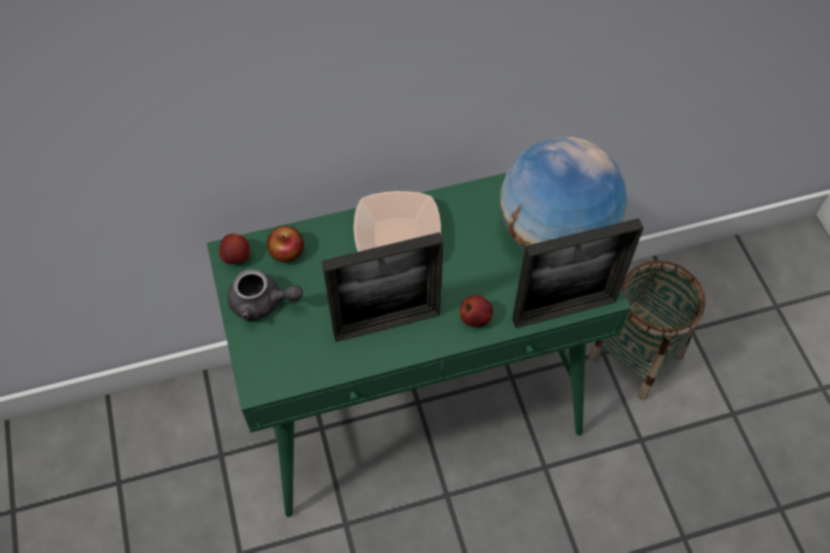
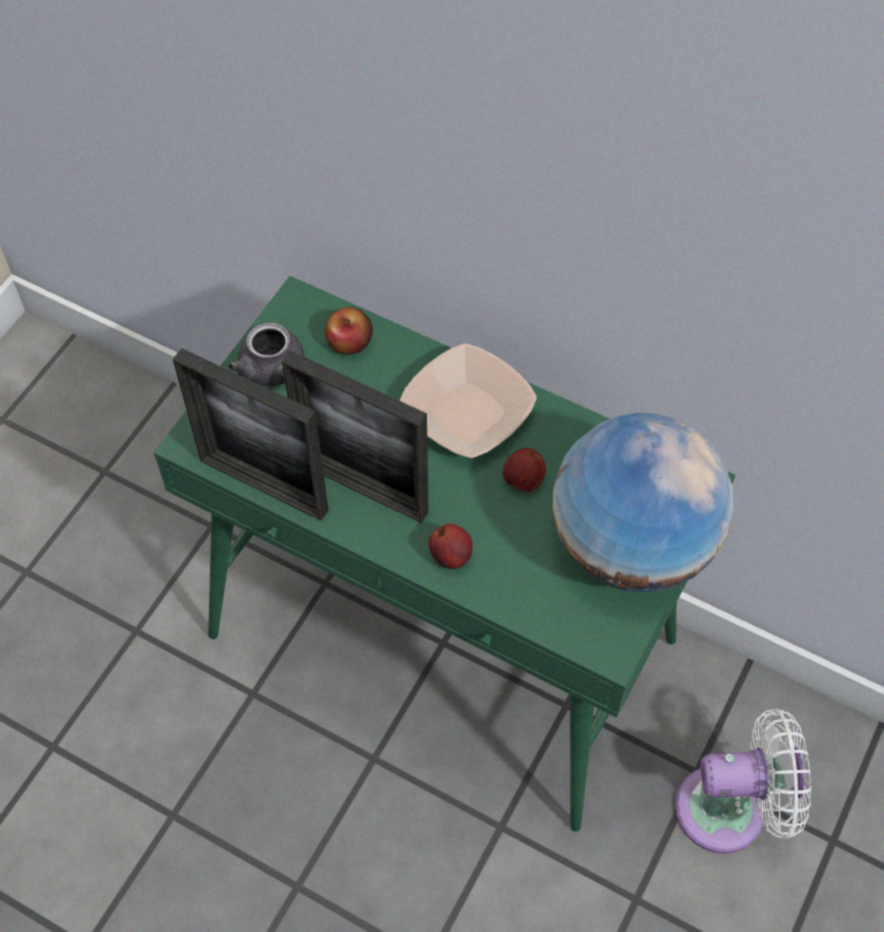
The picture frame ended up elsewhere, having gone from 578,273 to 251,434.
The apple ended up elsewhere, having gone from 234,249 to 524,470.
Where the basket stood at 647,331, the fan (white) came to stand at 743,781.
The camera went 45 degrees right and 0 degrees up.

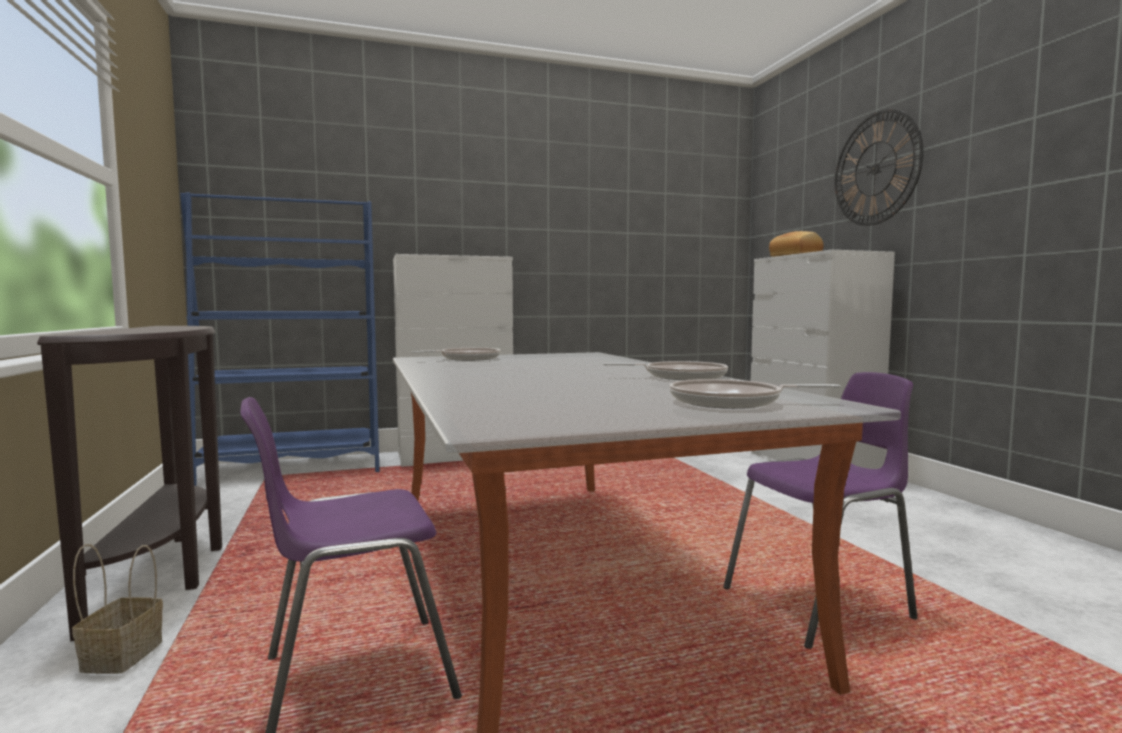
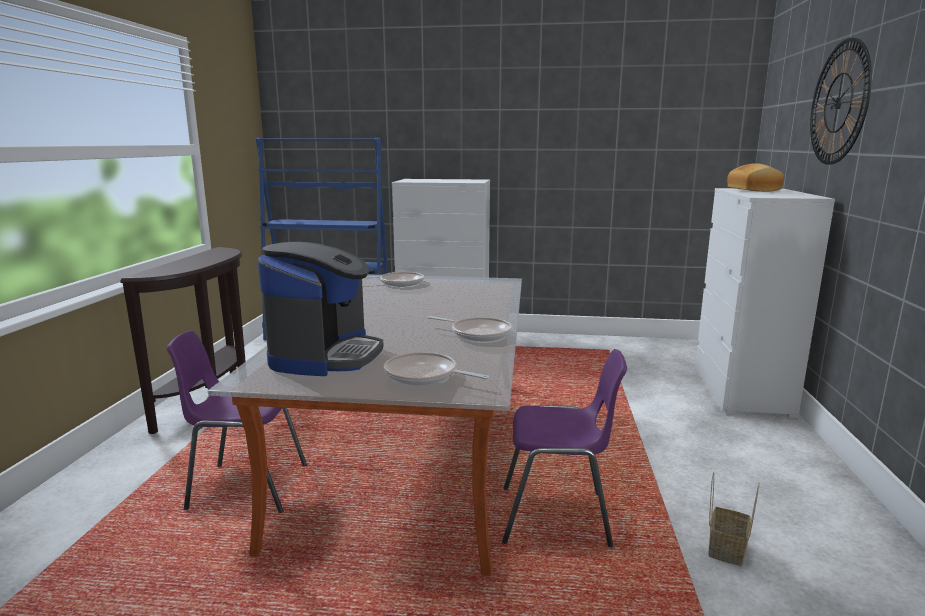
The basket ended up elsewhere, having gone from 117,609 to 734,519.
The second view gained the coffee machine at 320,309.
The camera went 25 degrees right and 10 degrees up.

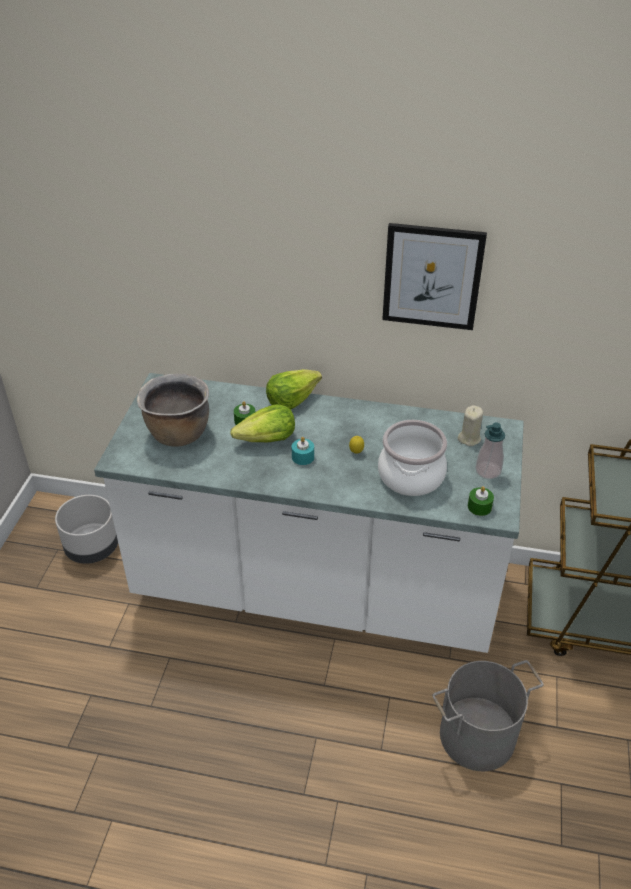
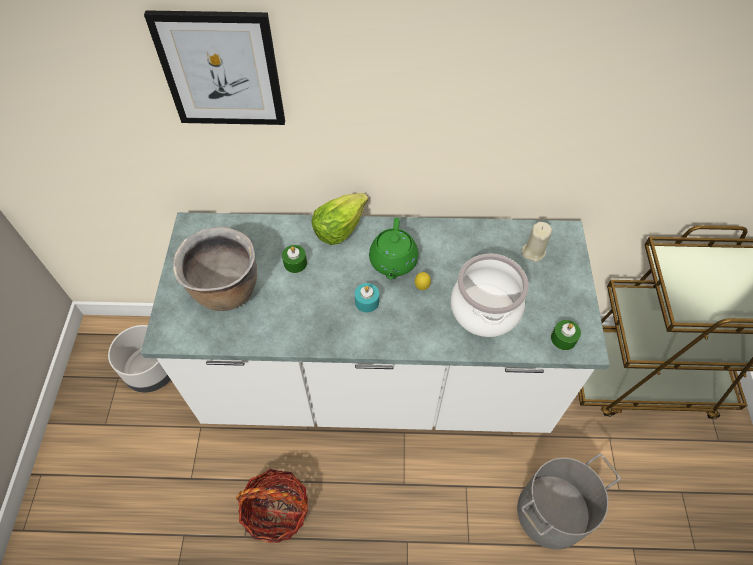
The picture ended up elsewhere, having gone from 434,276 to 214,67.
The second view lost the lettuce at 262,423.
The second view lost the soap dispenser at 490,451.
The second view gained the teapot (green) at 394,248.
The second view gained the basket at 272,506.
The camera went 10 degrees left and 15 degrees up.

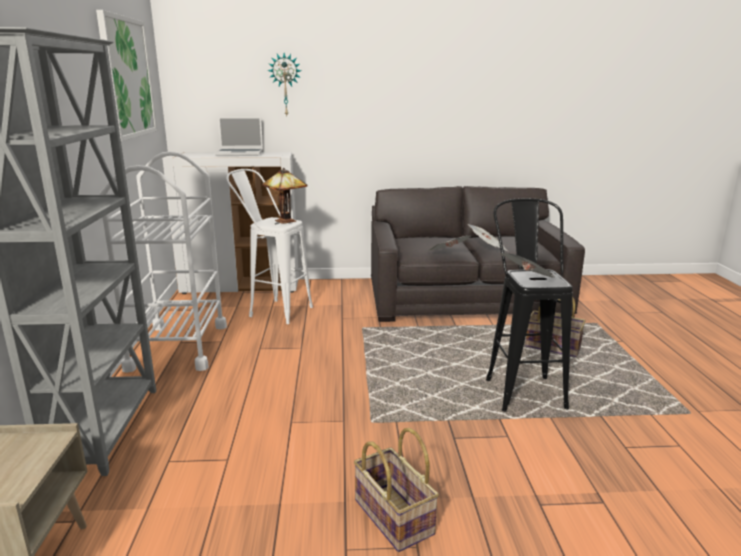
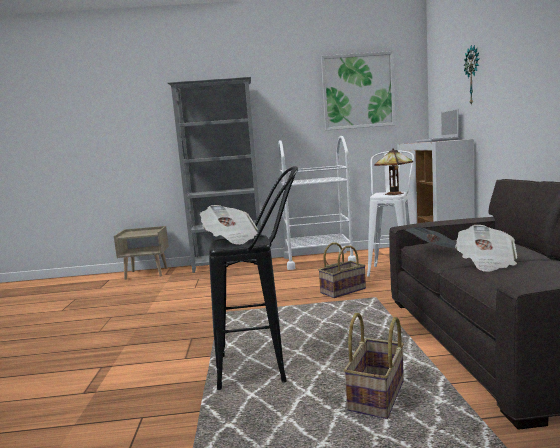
The basket ended up elsewhere, having gone from 396,490 to 342,270.
The camera went 90 degrees right and 10 degrees down.

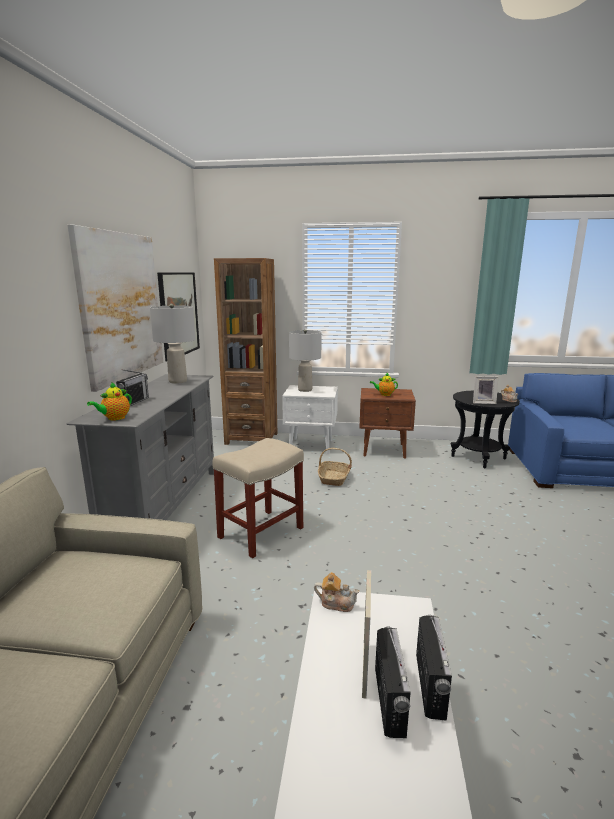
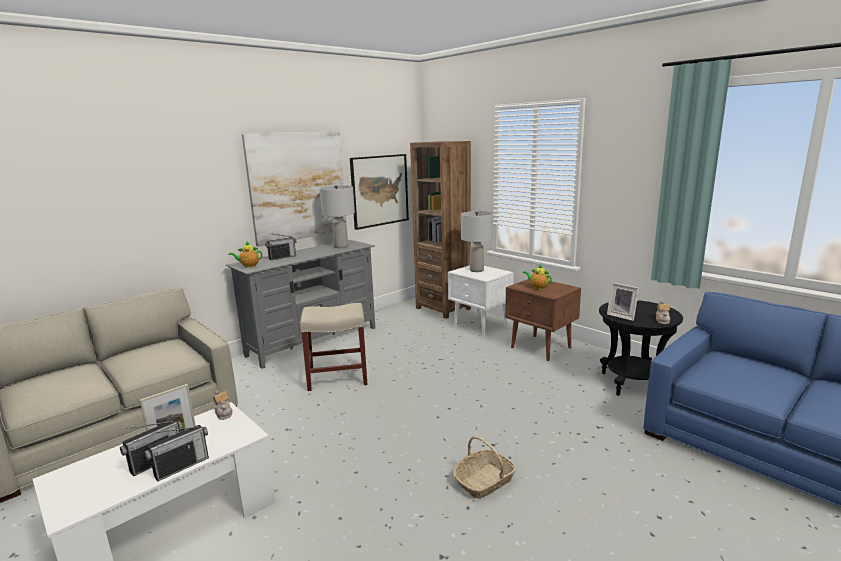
The basket ended up elsewhere, having gone from 335,467 to 484,467.
The camera went 40 degrees right and 0 degrees up.

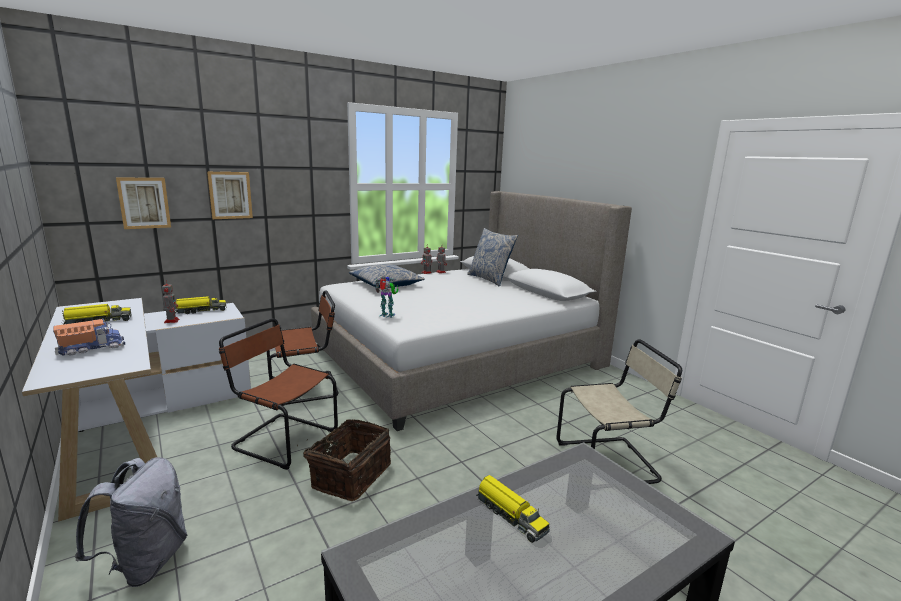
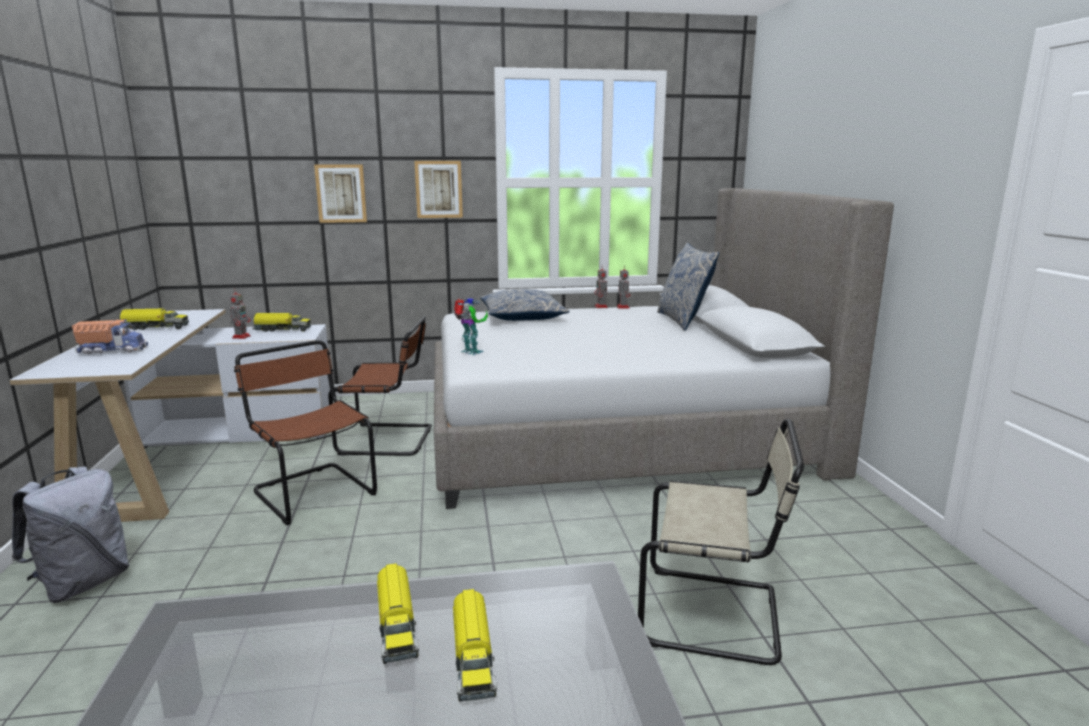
The picture ended up elsewhere, having gone from 143,203 to 438,189.
The second view lost the basket at 344,460.
The second view gained the toy truck at 475,645.
The camera went 25 degrees right and 0 degrees up.

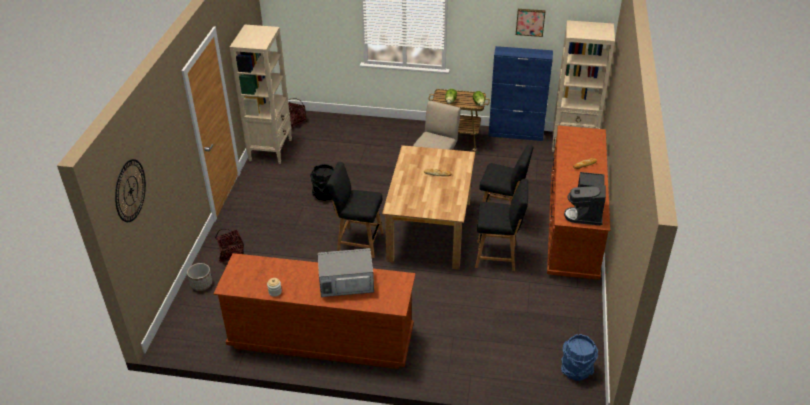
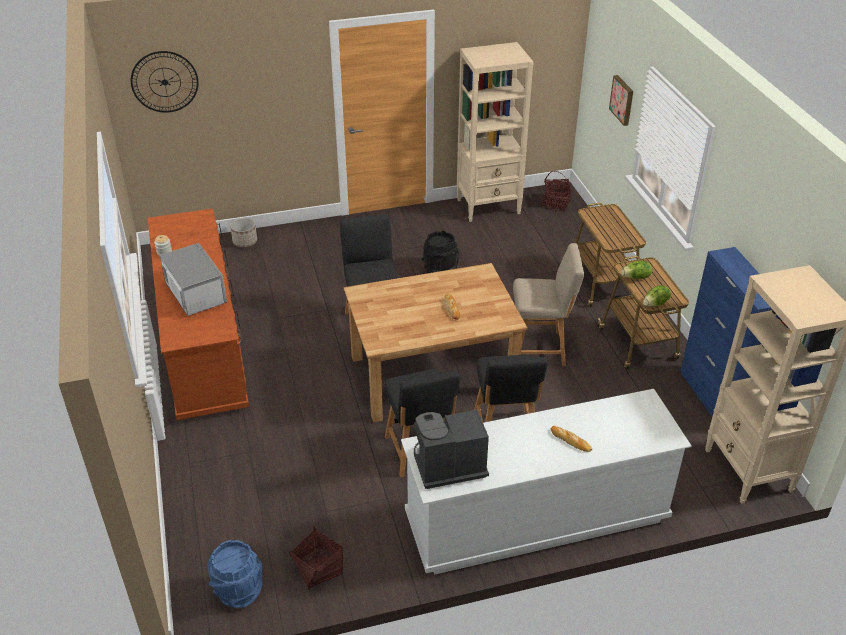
The picture ended up elsewhere, having gone from 531,23 to 621,100.
What was the dresser (brown) at 578,202 turned into the dresser (white) at 546,482.
The basket ended up elsewhere, having gone from 229,246 to 316,558.
The second view gained the cart at 610,255.
The camera went 65 degrees right and 0 degrees up.

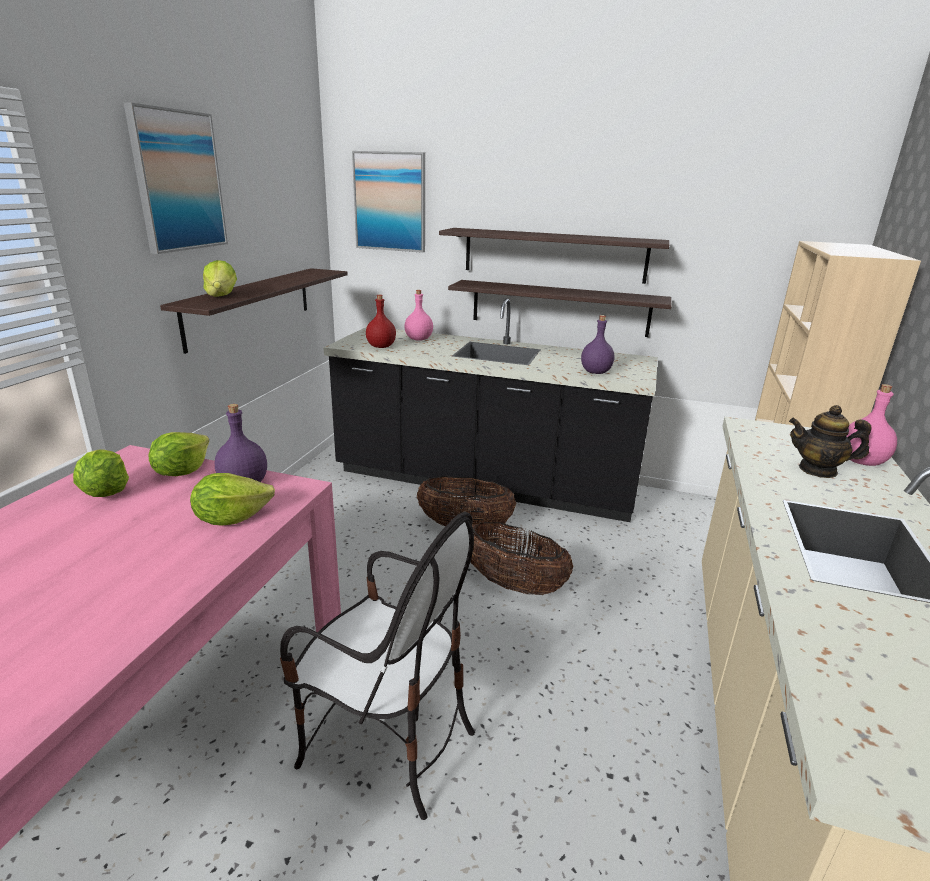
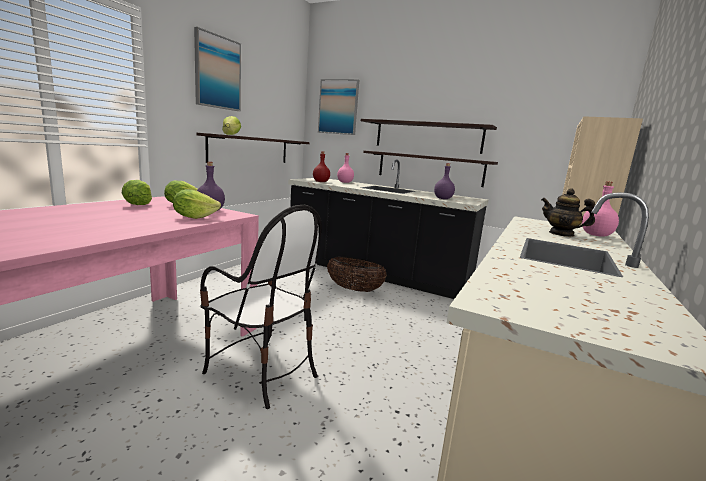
The second view lost the basket at 521,558.
The camera went 10 degrees right and 10 degrees down.

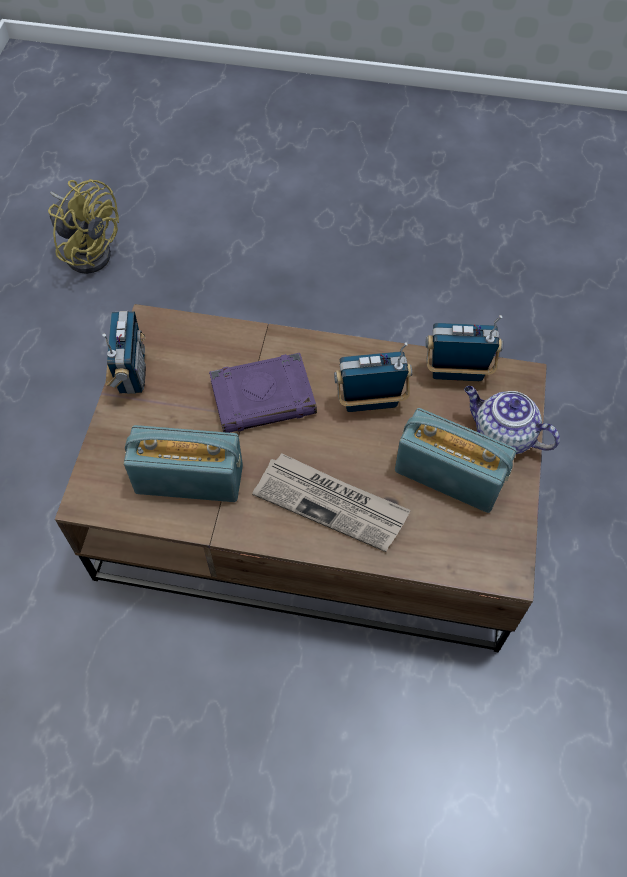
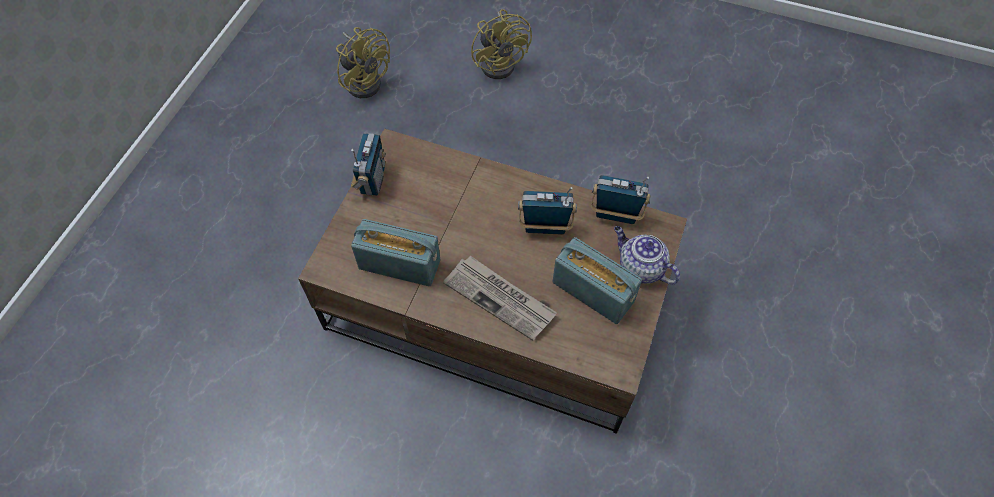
The second view lost the book (purple) at 263,393.
The second view gained the fan (yellow) at 501,44.
The camera went 10 degrees right and 0 degrees up.

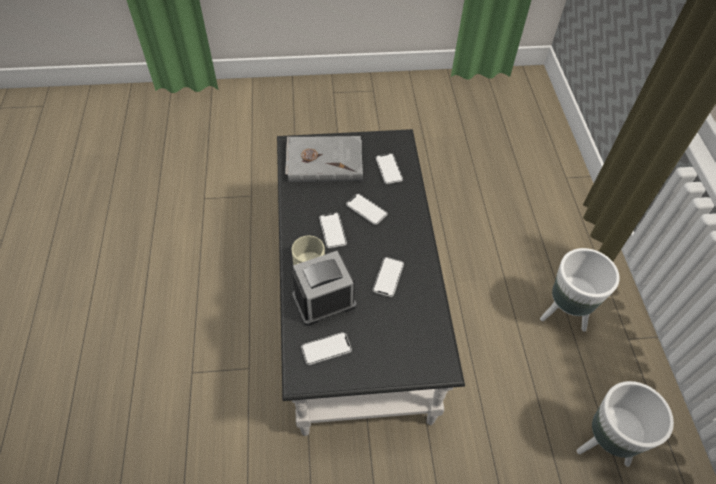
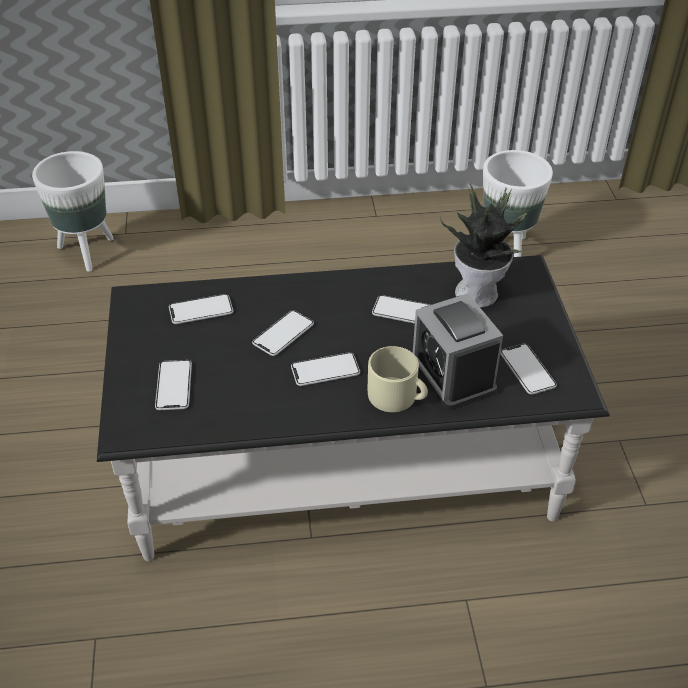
Where the book (grey) stood at 324,159, the phone came to stand at 173,385.
The planter (white) ended up elsewhere, having gone from 580,290 to 73,211.
The second view gained the potted plant at 483,246.
The camera went 90 degrees left and 10 degrees down.

